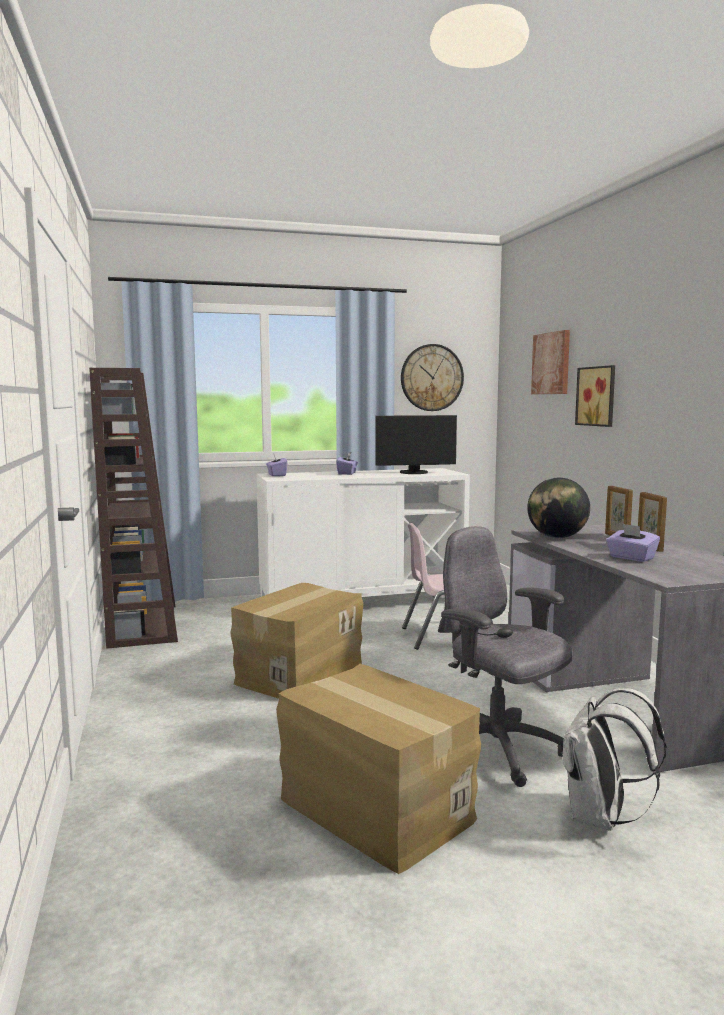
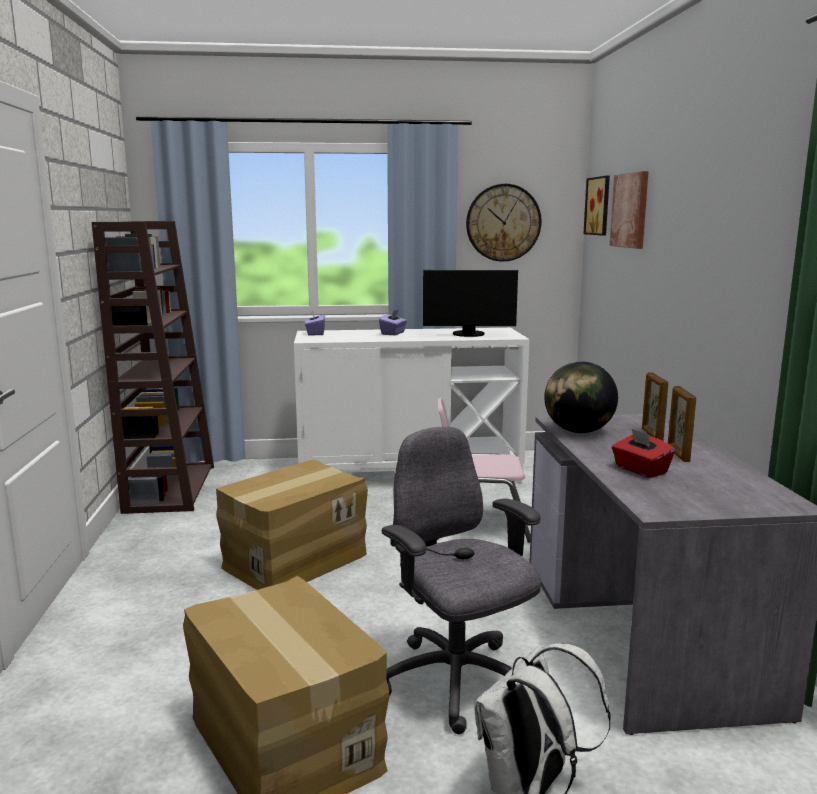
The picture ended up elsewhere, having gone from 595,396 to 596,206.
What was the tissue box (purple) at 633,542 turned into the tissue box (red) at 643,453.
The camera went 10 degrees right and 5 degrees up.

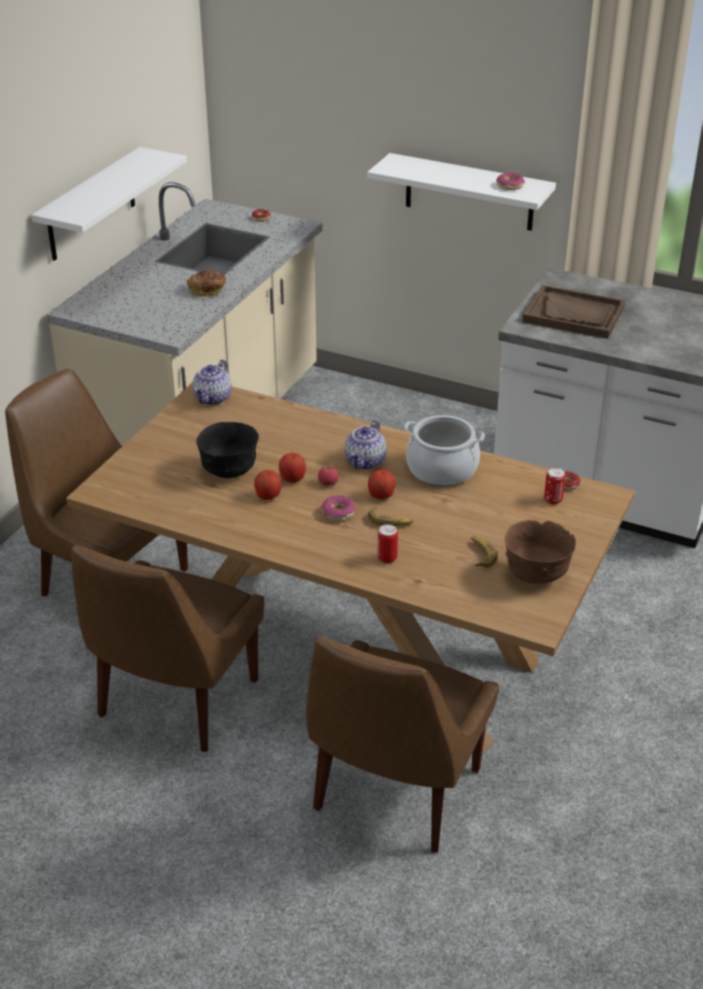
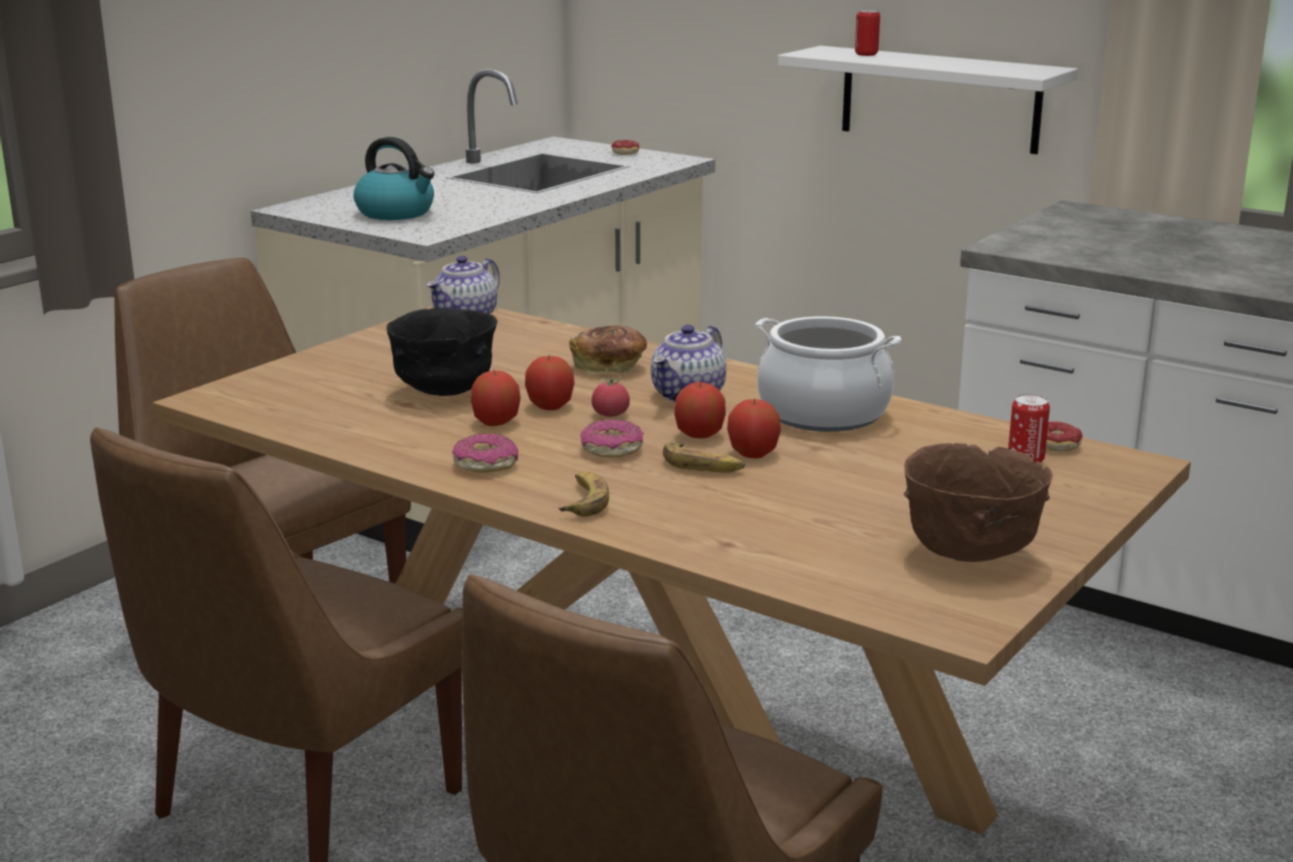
The second view lost the shelf (white) at 109,204.
The donut ended up elsewhere, having gone from 510,181 to 485,453.
The bread ended up elsewhere, having gone from 206,284 to 608,349.
The second view lost the tray (brown) at 573,312.
The can ended up elsewhere, having gone from 388,543 to 867,33.
The banana ended up elsewhere, having gone from 484,551 to 584,494.
The second view gained the kettle at 394,178.
The second view gained the apple at 754,428.
The camera went 10 degrees right and 15 degrees down.

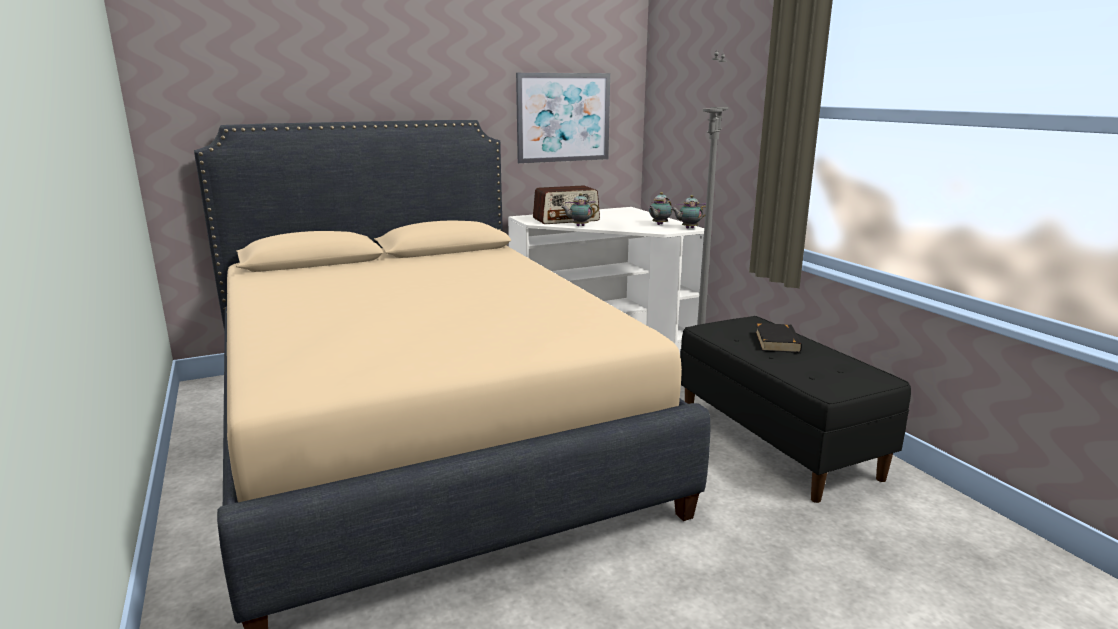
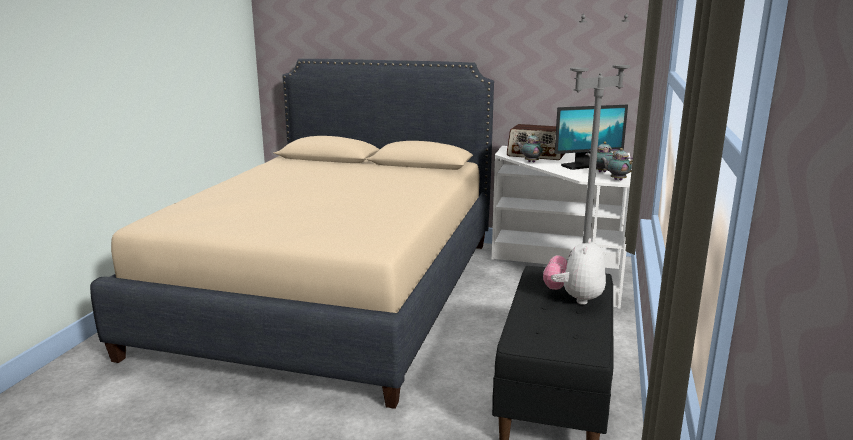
The second view lost the picture at 563,118.
Where the book (black) stood at 778,338, the plush toy came to stand at 574,271.
The second view gained the monitor at 591,137.
The camera went 40 degrees right and 0 degrees up.

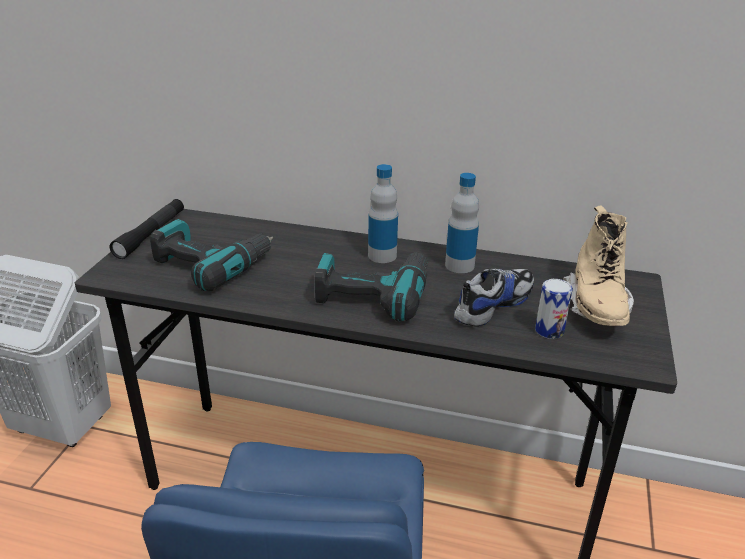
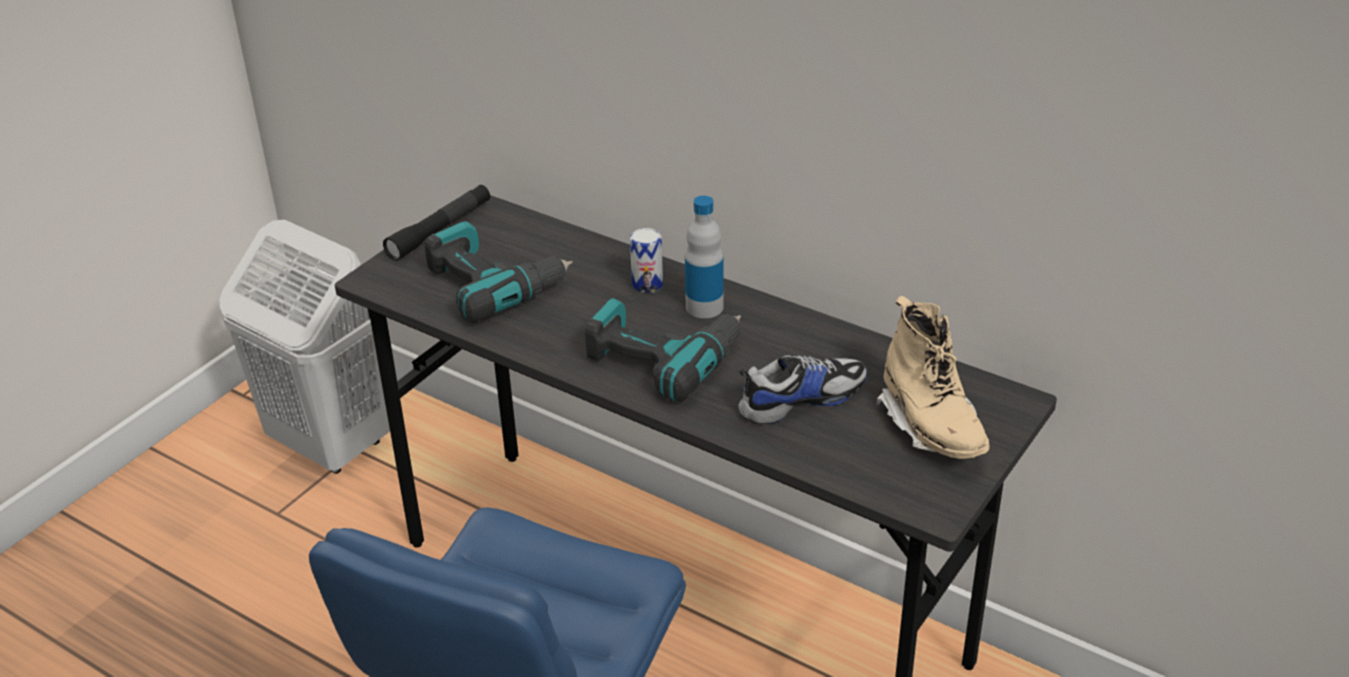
The second view lost the bottle at 462,223.
The boot (beige) at 598,265 ended up facing another way, 45 degrees counterclockwise from before.
The can ended up elsewhere, having gone from 554,309 to 646,260.
The camera went 20 degrees right and 5 degrees up.

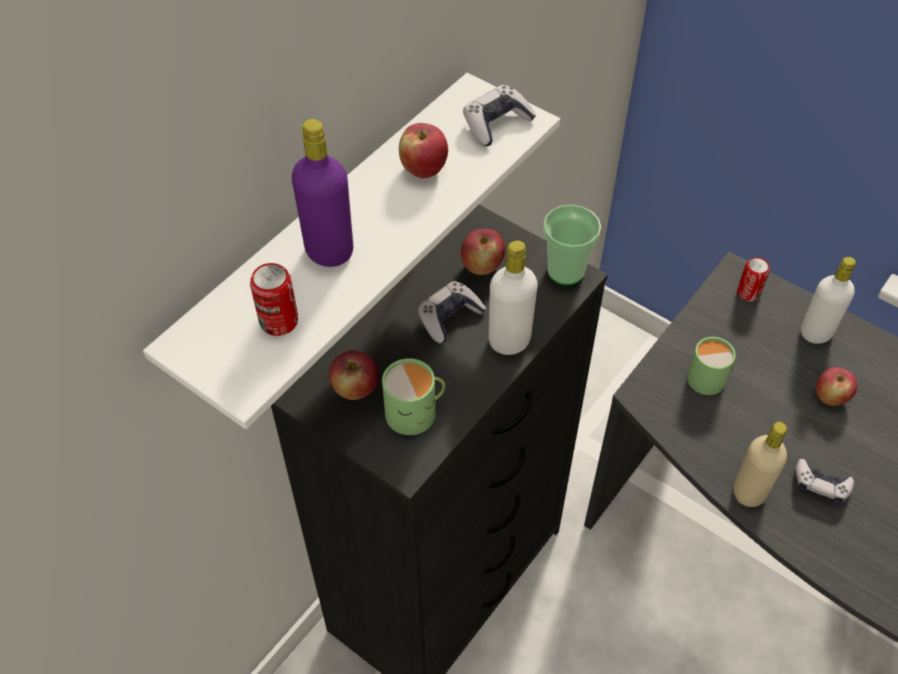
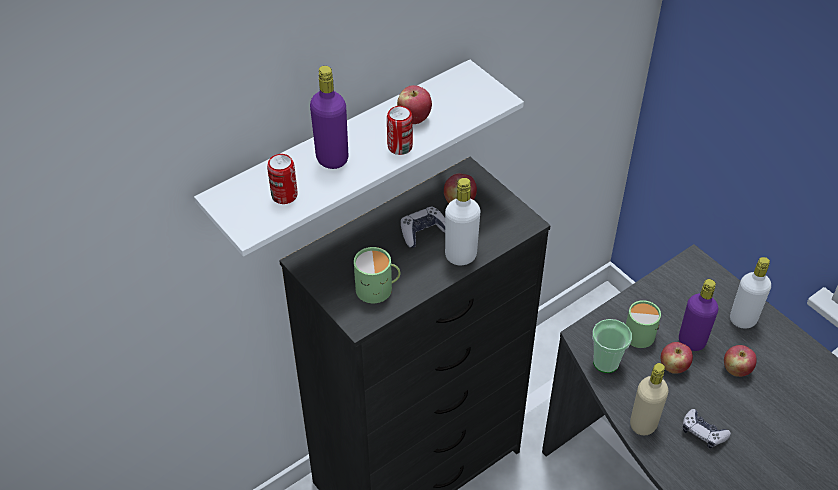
The second view lost the game controller at 499,115.
The cup ended up elsewhere, having gone from 572,245 to 612,346.
The can ended up elsewhere, having gone from 753,279 to 400,130.
The apple ended up elsewhere, having gone from 353,375 to 677,358.
The second view gained the bottle (purple) at 698,315.
The camera went 15 degrees right and 5 degrees down.

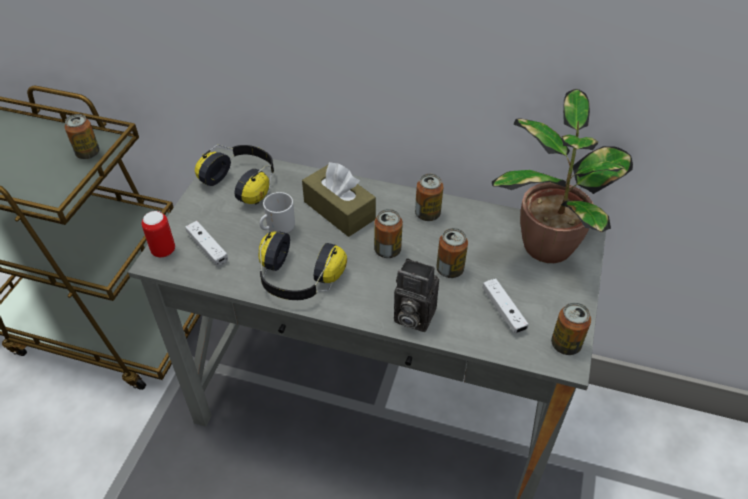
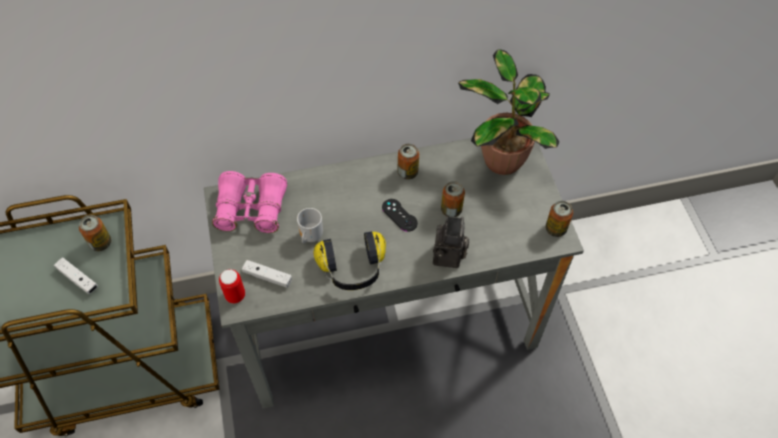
Where the headphones stood at 234,175, the binoculars (pink) came to stand at 249,202.
The second view lost the tissue box (brown) at 339,199.
Where the can stood at 388,233, the game controller (black) came to stand at 400,215.
The photo camera at 416,295 ended up facing another way, 75 degrees counterclockwise from before.
The game controller (white) ended up elsewhere, having gone from 506,305 to 76,275.
The camera went 30 degrees left and 10 degrees up.

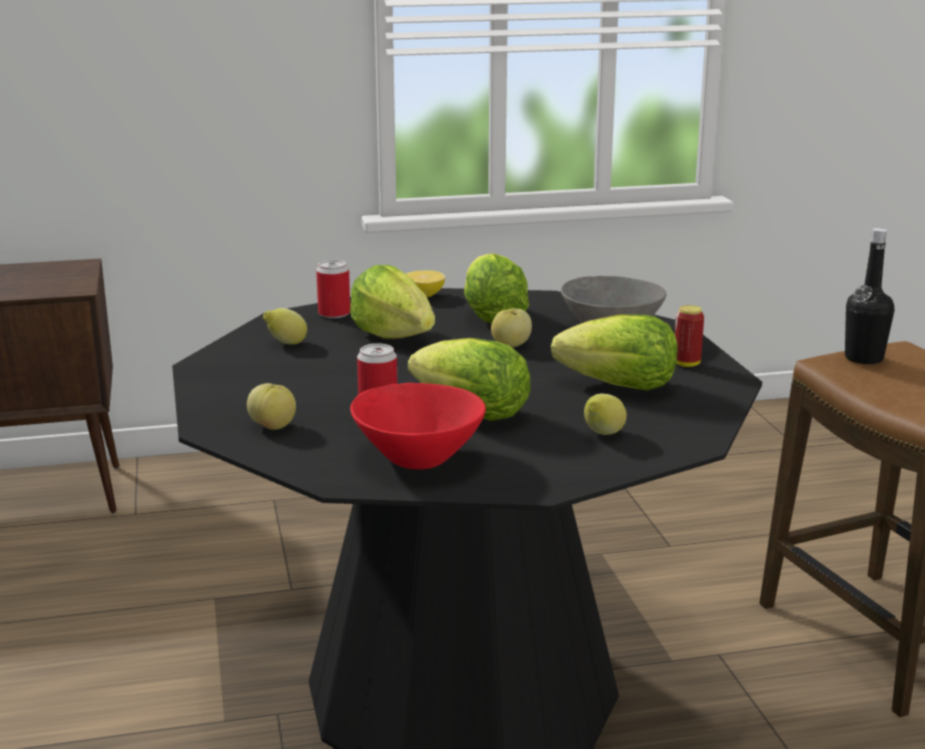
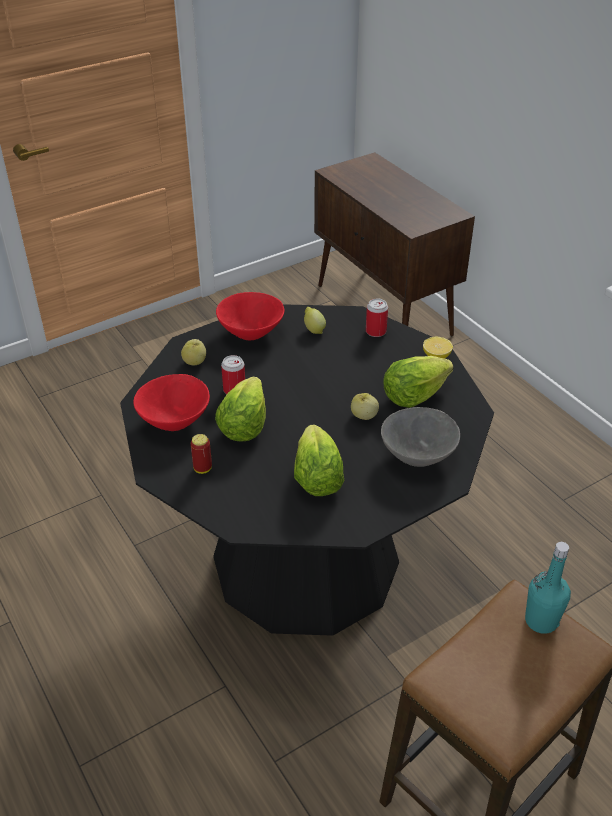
What was the bottle (black) at 870,296 turned into the bottle (turquoise) at 548,588.
The second view lost the lettuce at 392,302.
The can ended up elsewhere, having gone from 689,336 to 201,454.
The second view lost the lemon at 605,414.
The second view gained the bowl (red) at 250,316.
The camera went 70 degrees right and 20 degrees up.

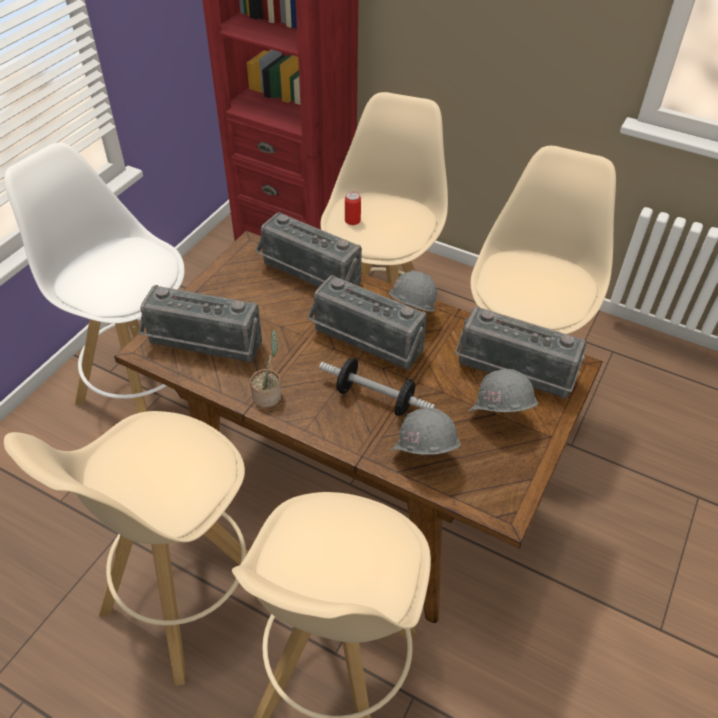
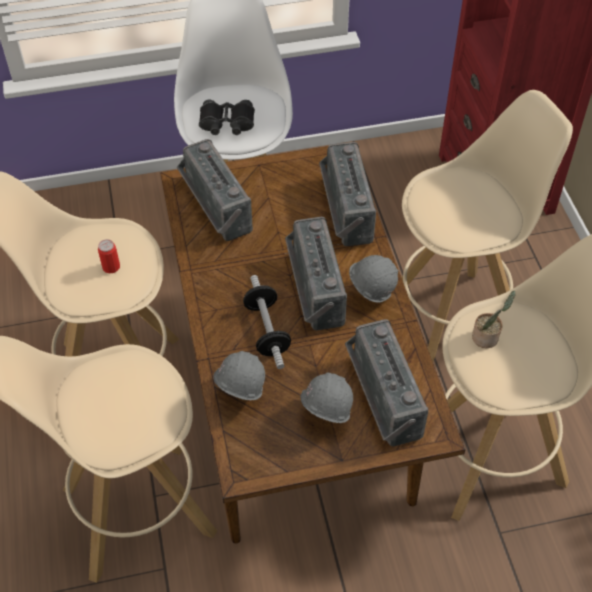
The can ended up elsewhere, having gone from 353,208 to 109,256.
The potted plant ended up elsewhere, having gone from 265,369 to 494,319.
The second view gained the binoculars (black) at 227,117.
The camera went 50 degrees right and 5 degrees up.

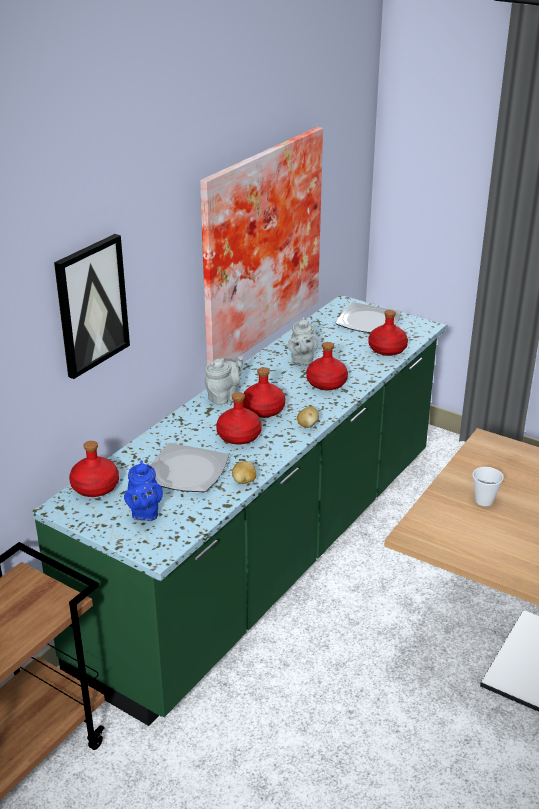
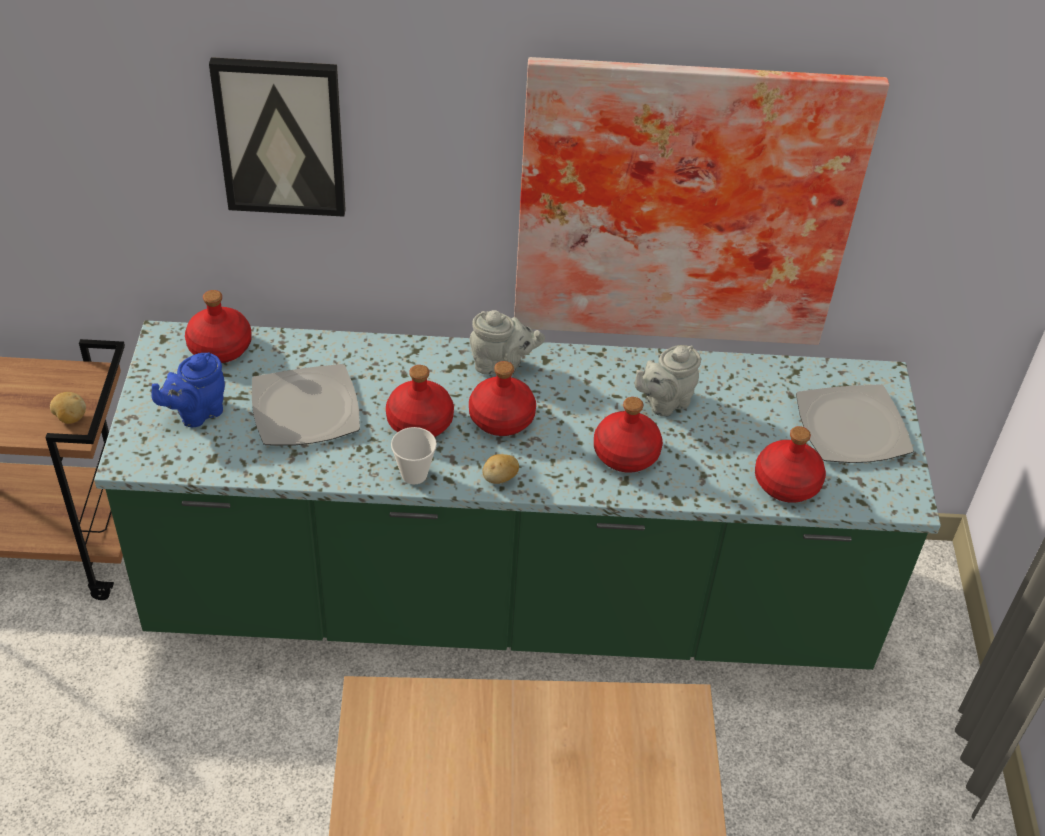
The potato ended up elsewhere, having gone from 244,472 to 68,408.
The cup ended up elsewhere, having gone from 488,486 to 414,455.
The camera went 55 degrees right and 15 degrees up.

